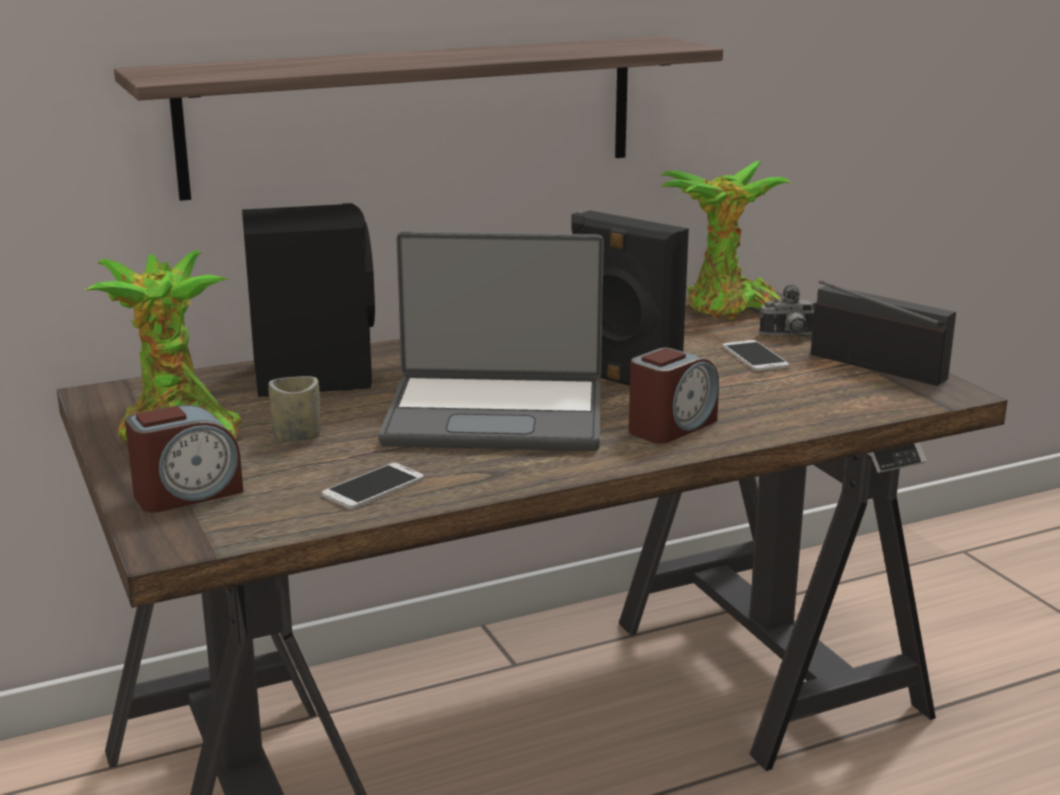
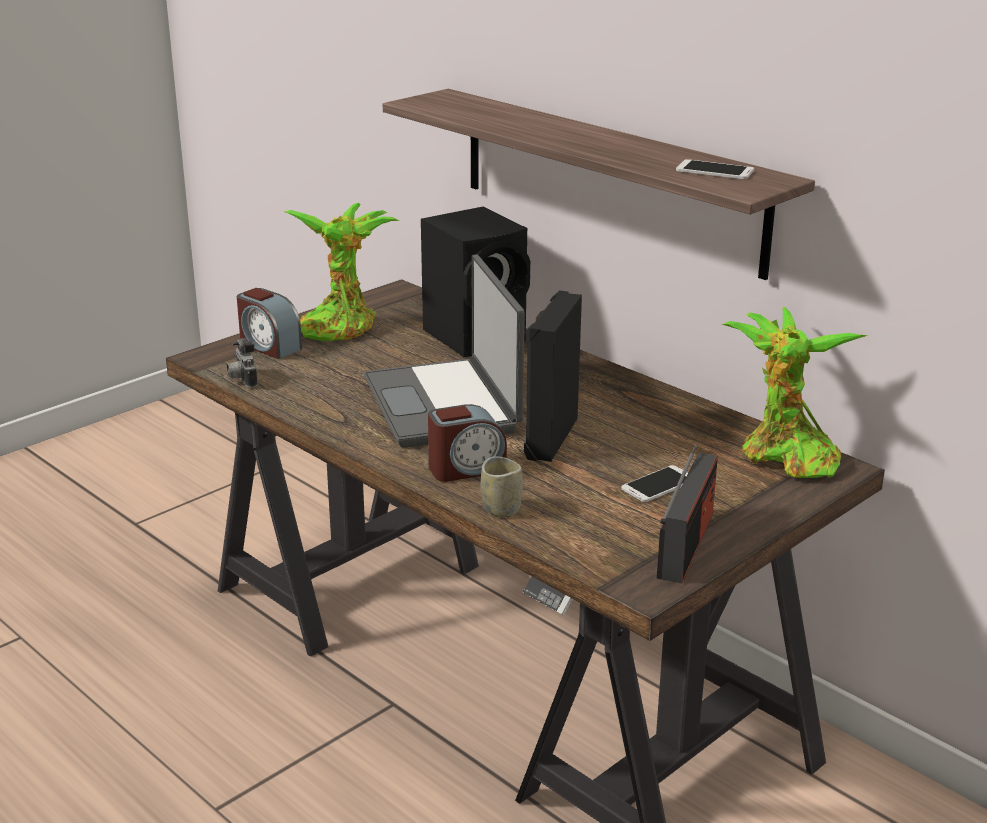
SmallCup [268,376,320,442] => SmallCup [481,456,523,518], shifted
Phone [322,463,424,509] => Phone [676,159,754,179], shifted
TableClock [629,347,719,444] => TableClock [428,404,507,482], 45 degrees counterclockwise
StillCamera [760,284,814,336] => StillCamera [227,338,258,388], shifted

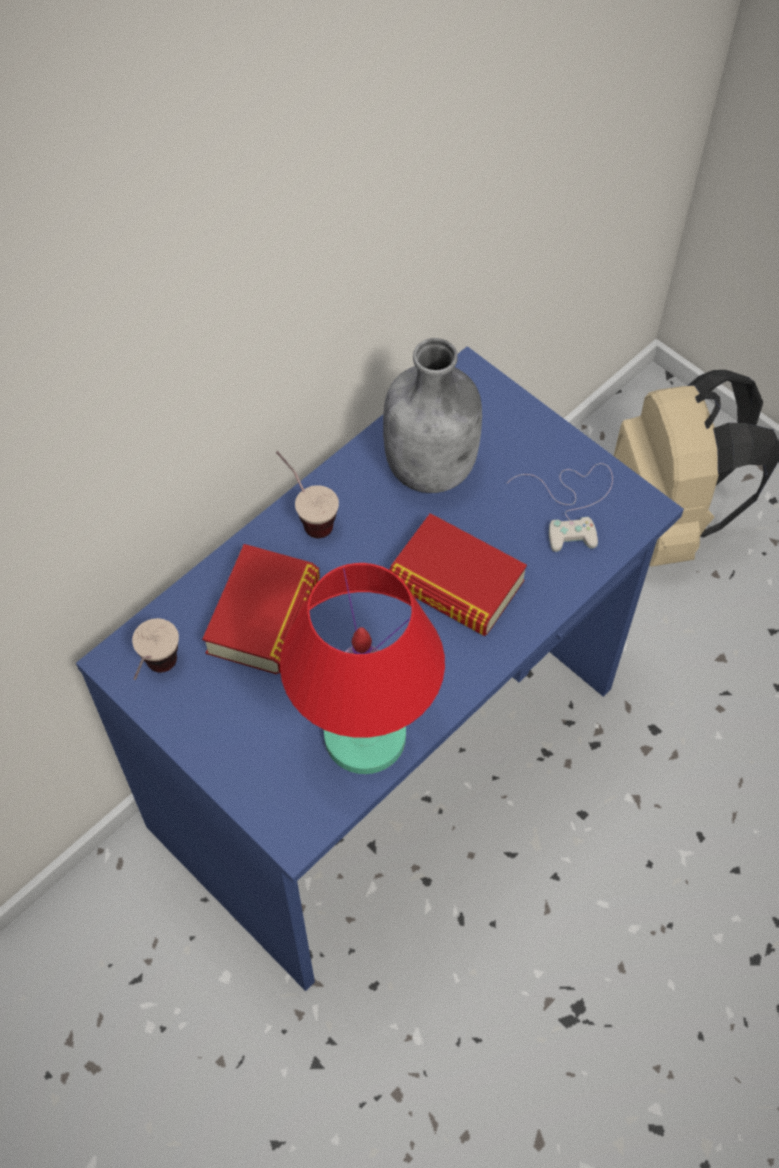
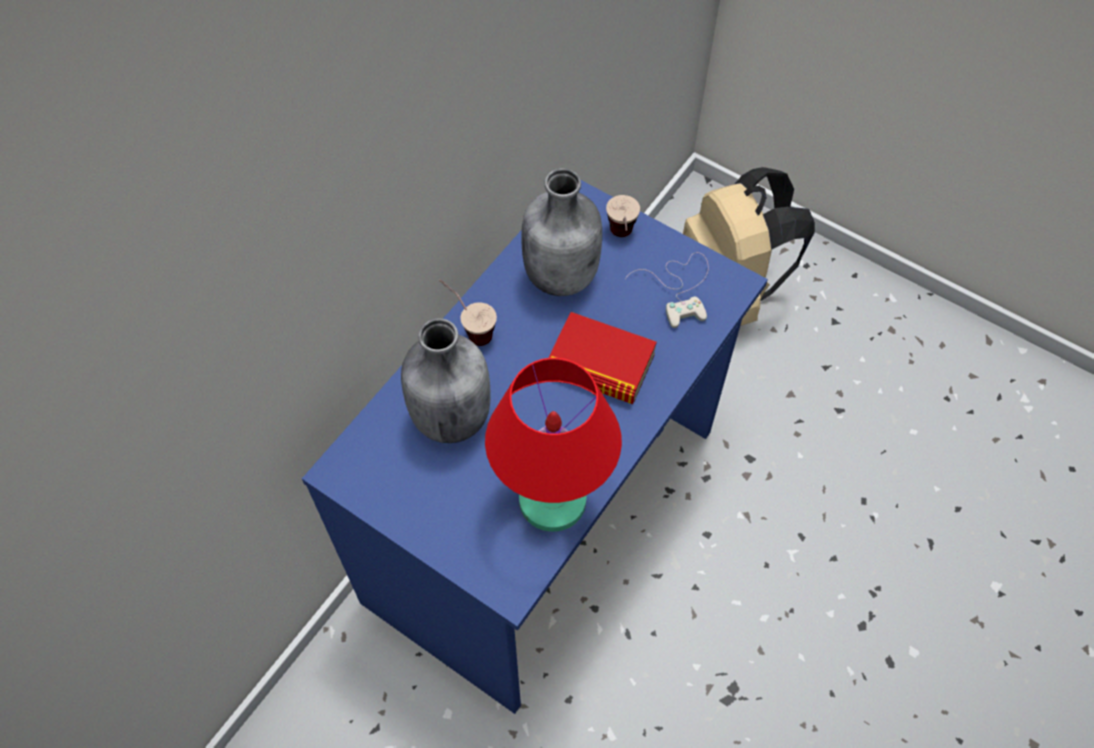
SmallCup [132,618,179,680] => SmallCup [606,195,640,237], shifted
Volume [202,544,320,674] => GreyishBeverageBottle [401,318,491,443]

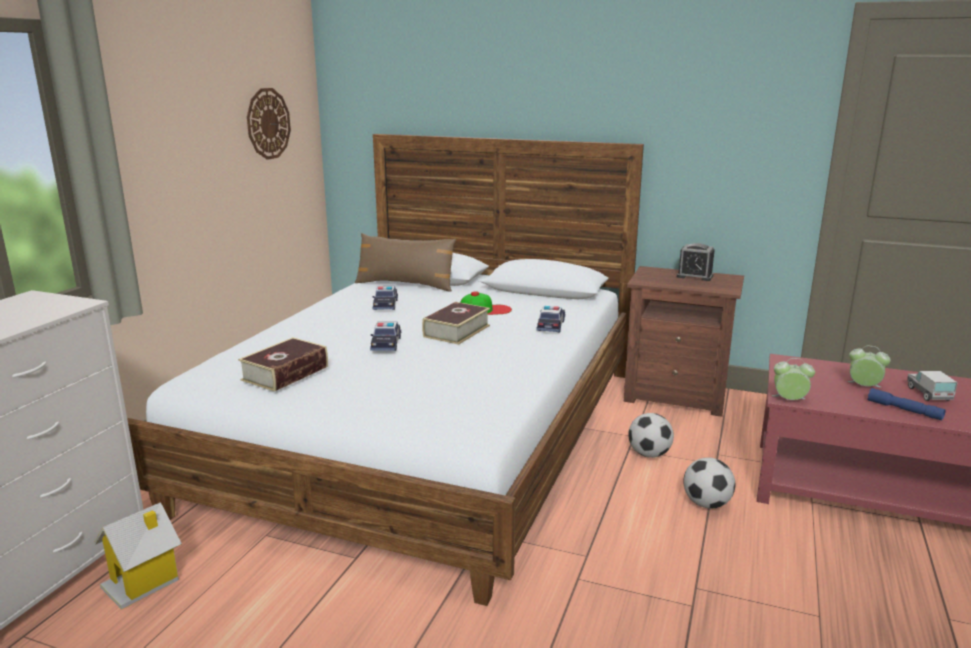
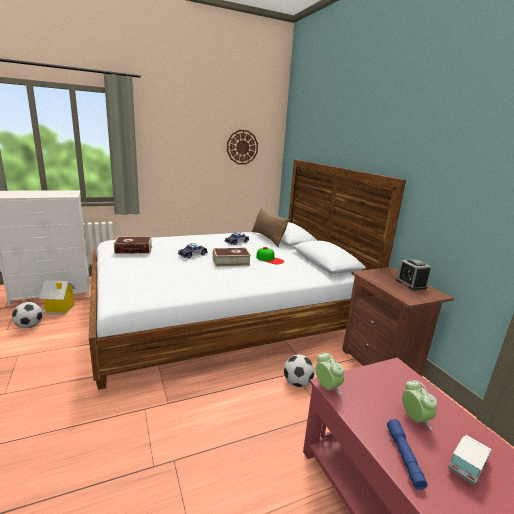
ModelCar [536,306,565,332] => nothing
FootballBall [683,458,735,508] => FootballBall [12,302,43,328], shifted

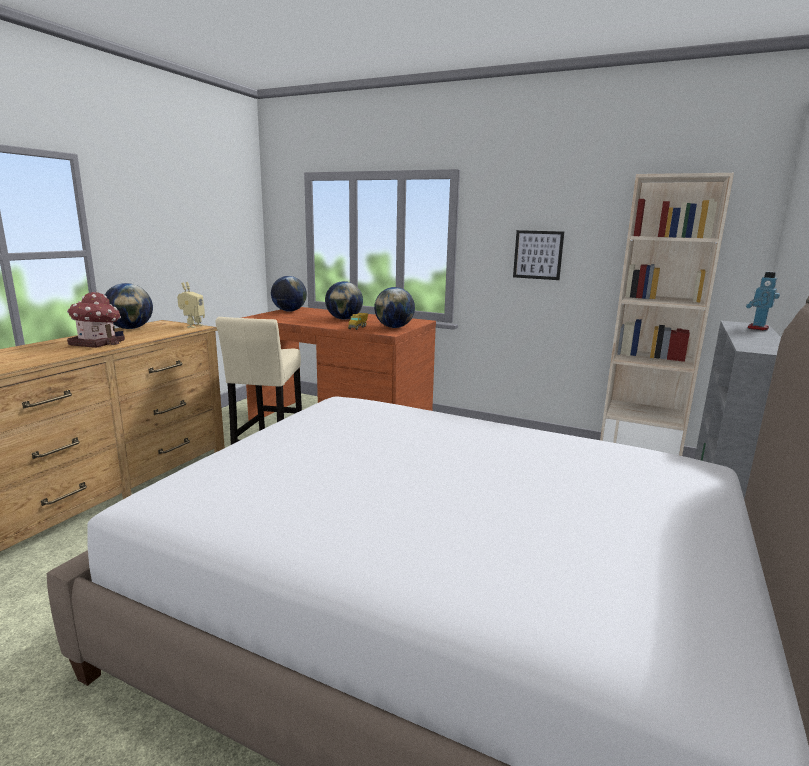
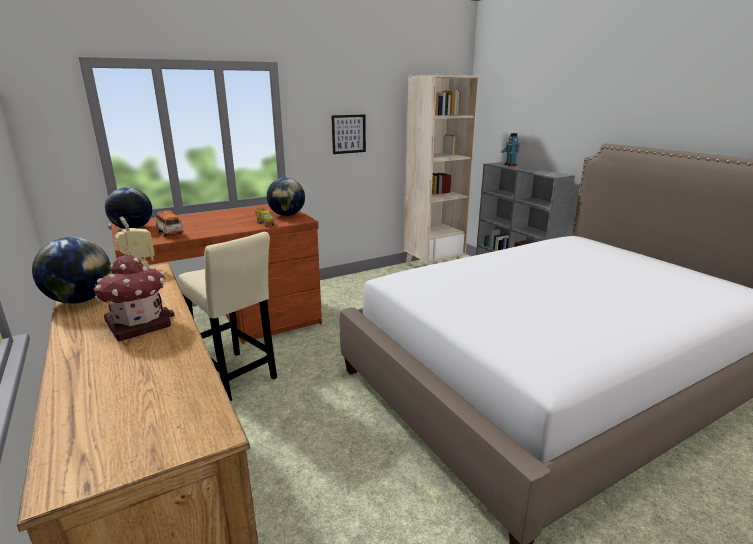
Globe [325,281,363,320] => nothing
nothing => ModelCar [156,210,184,237]

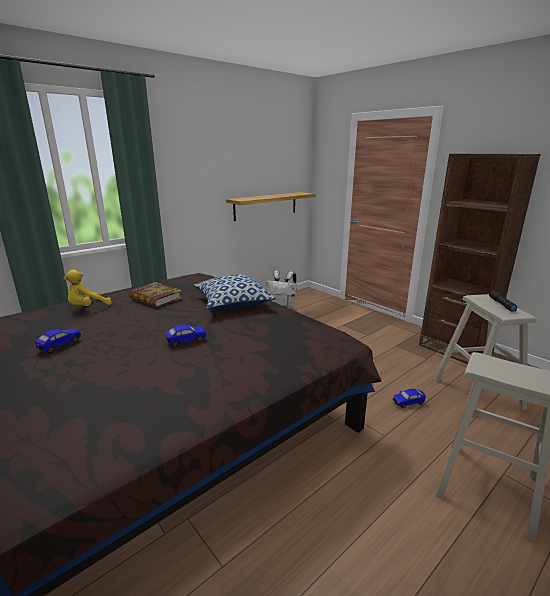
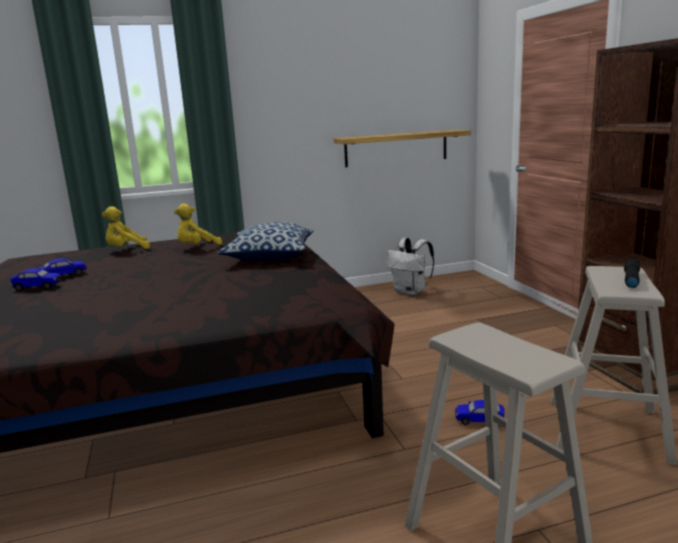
Volume [129,282,182,308] => YellowishPlushToy [174,203,222,245]
ModelCar [165,324,206,347] => ModelCar [11,269,62,291], shifted

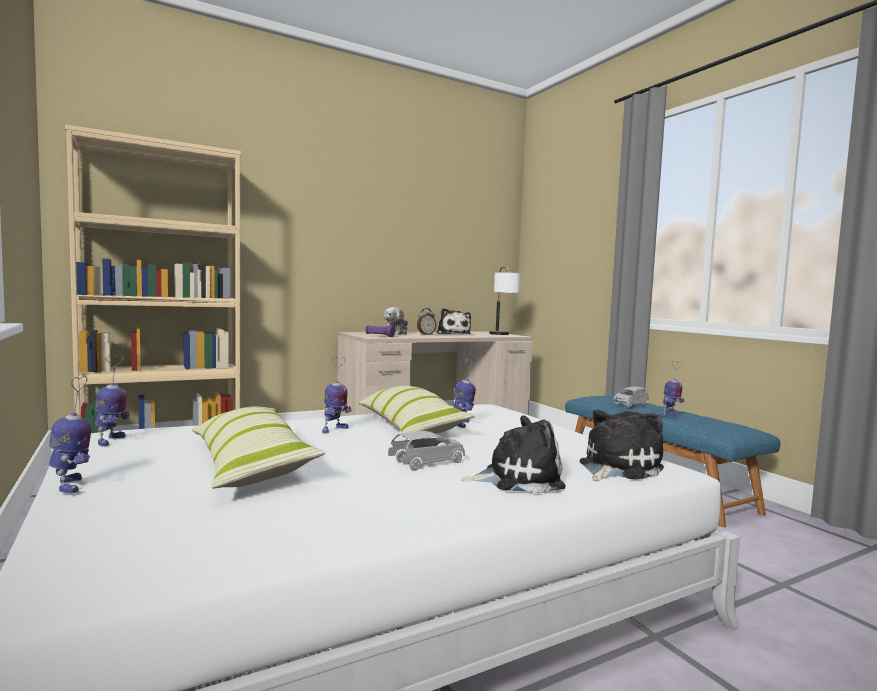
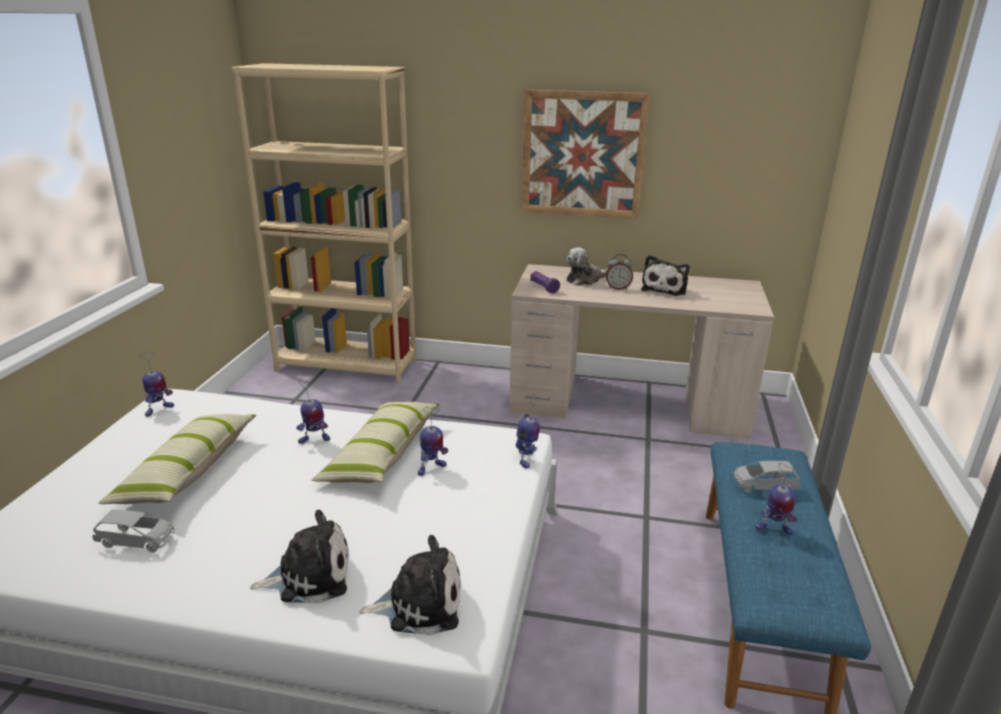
RobotFigure [49,376,91,494] => RobotFigure [516,396,540,468], shifted
GreyishModelCar [388,431,465,470] => GreyishModelCar [92,509,175,552], shifted
PlushToy [460,415,566,493] => PlushToy [250,510,349,603], 45 degrees counterclockwise
LampForATable [489,266,521,335] => nothing
nothing => WallPicture [521,89,650,219]

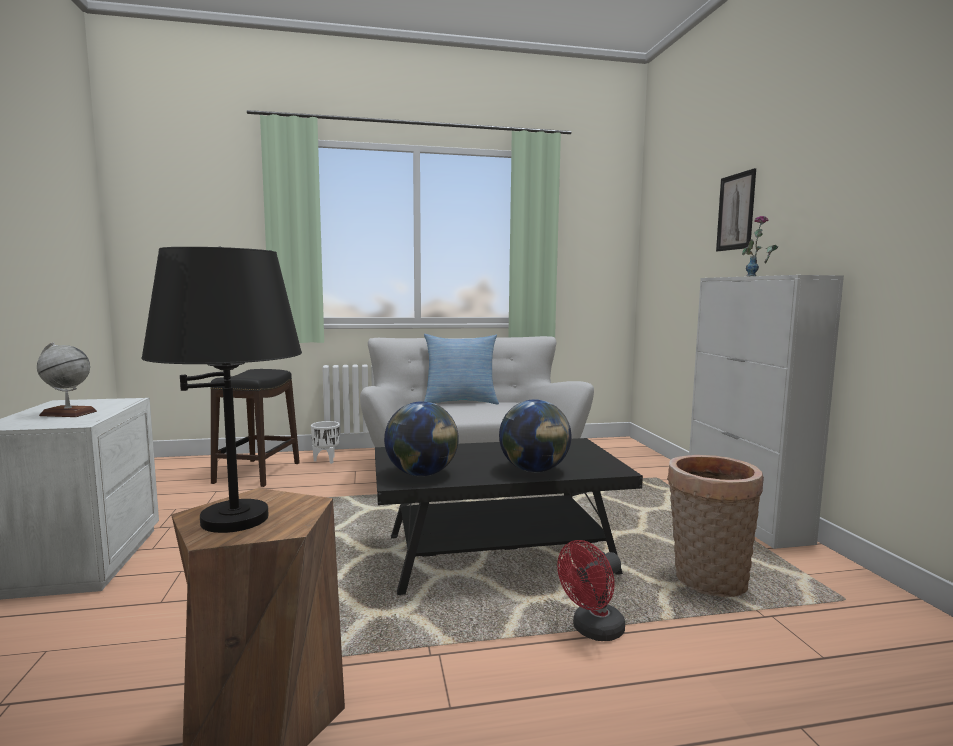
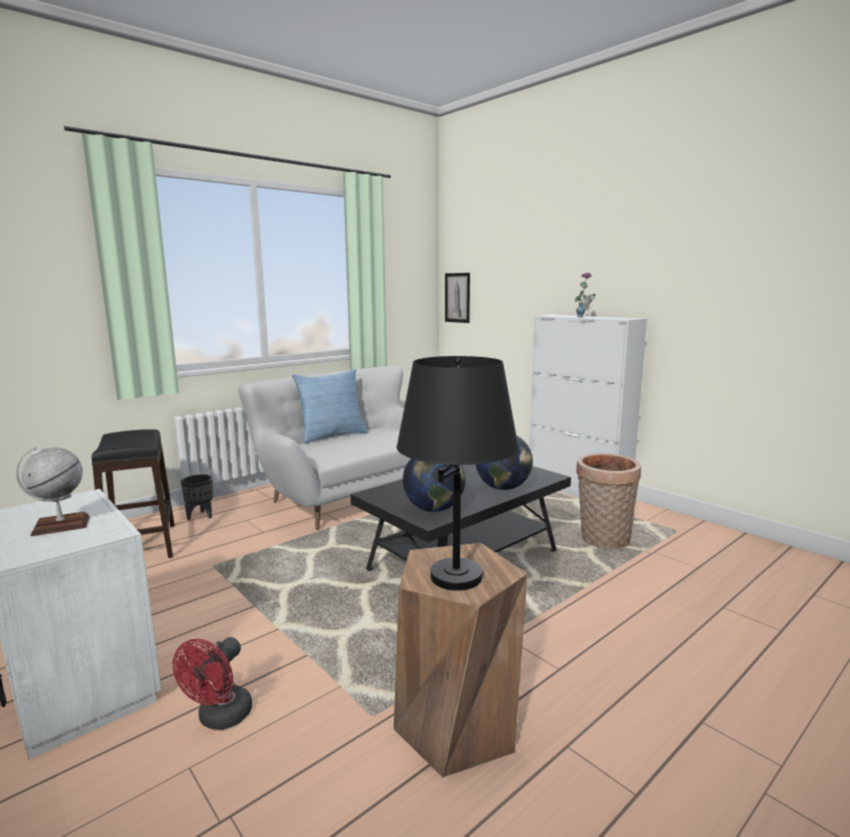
WhiteColouredFlowerPot [311,421,340,464] => BlackColouredFlowerPot [181,474,213,520]
RedElectricFan [557,540,625,641] => RedElectricFan [173,637,252,730], shifted
WallPicture [716,168,756,251] => WallPicture [445,273,470,323], shifted

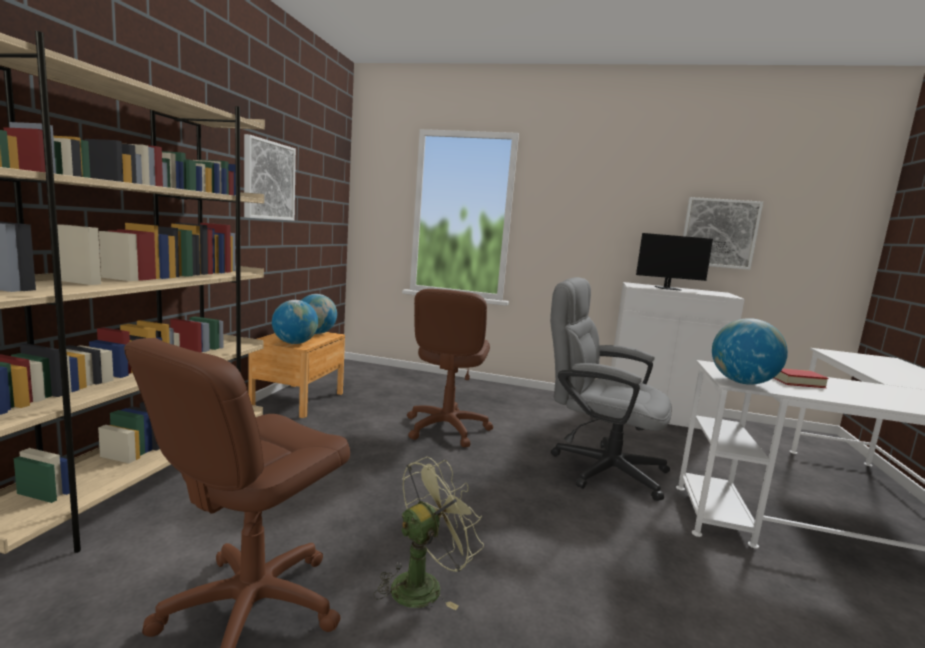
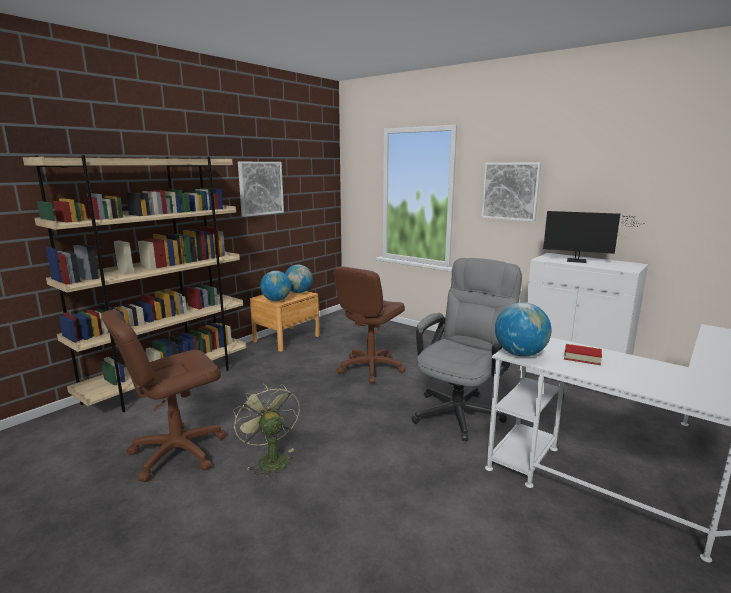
GreenishElectricFan [373,457,484,610] => GreenishElectricFan [233,384,300,479], 105 degrees counterclockwise
GreyishDeskChair [550,277,672,501] => GreyishDeskChair [412,258,522,441], 75 degrees clockwise
WallPicture [683,197,763,270] => WallPicture [481,163,542,222], shifted

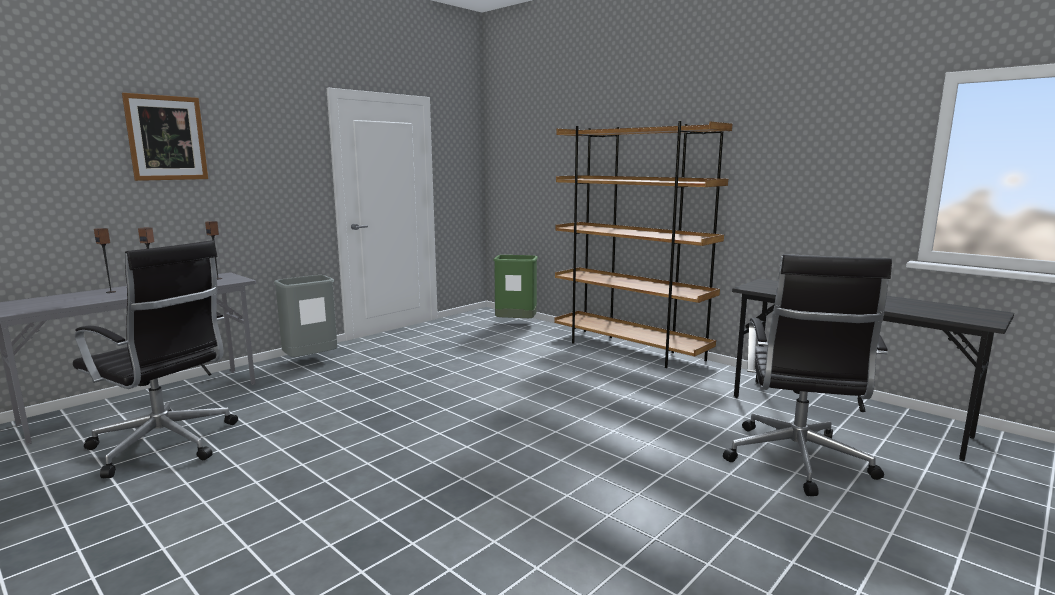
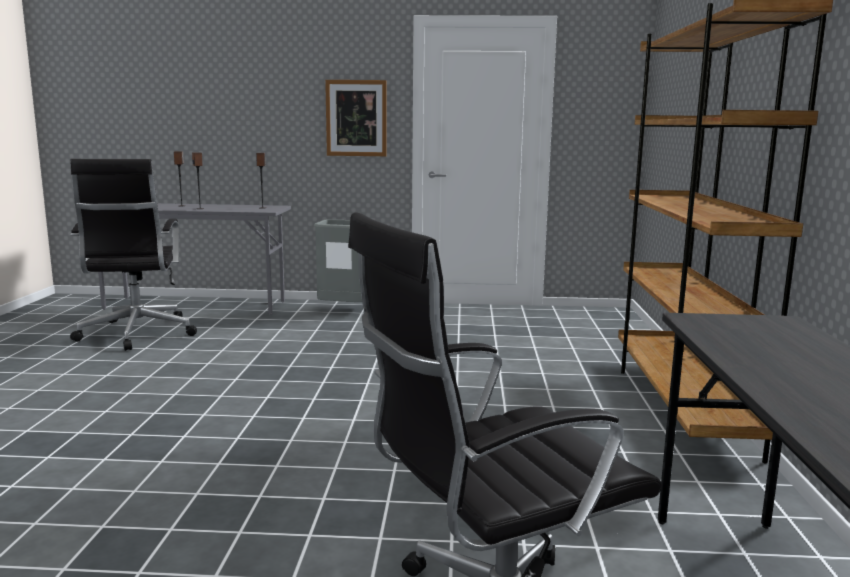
WallPicture [122,93,208,181] => WallPicture [325,80,386,156], shifted
GreenishTrashCan [493,255,538,318] => nothing

